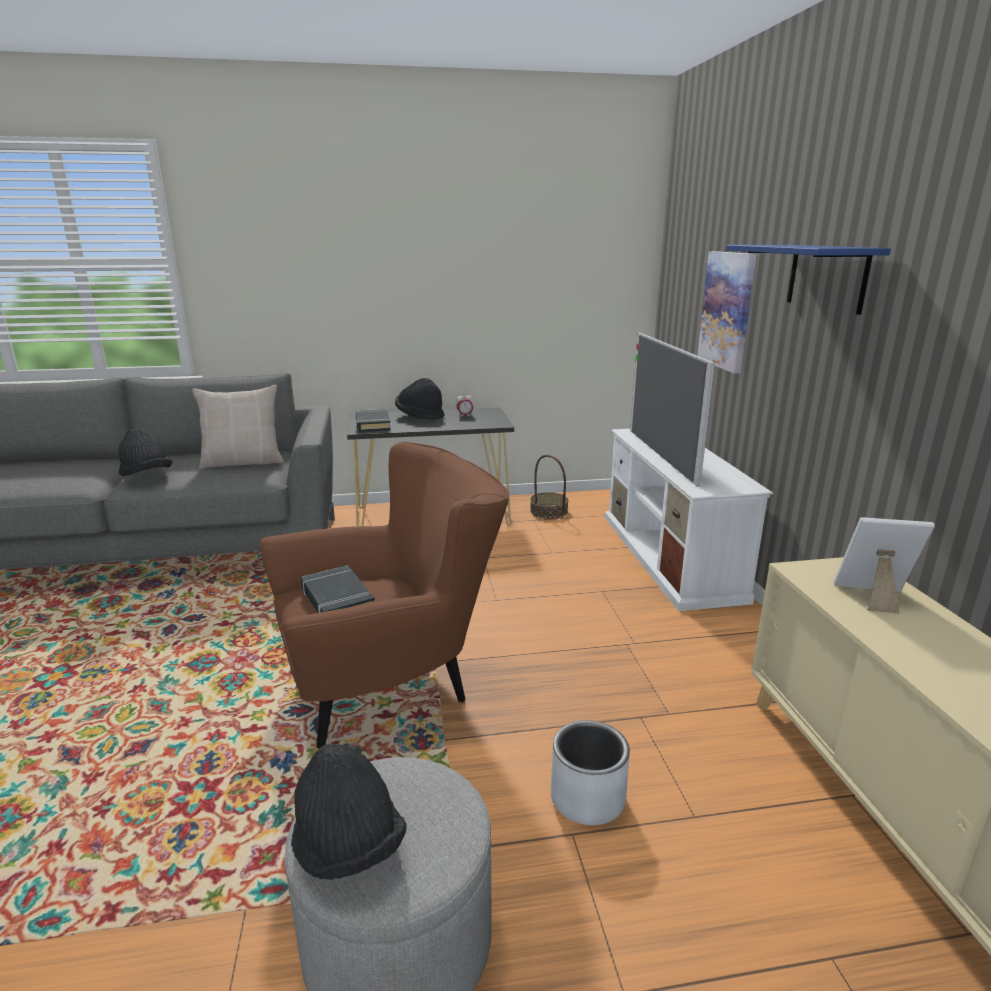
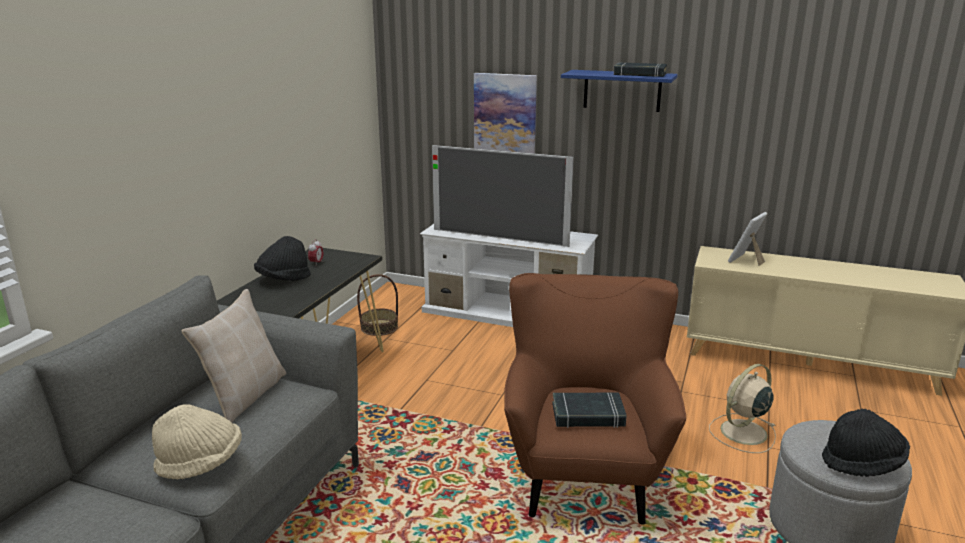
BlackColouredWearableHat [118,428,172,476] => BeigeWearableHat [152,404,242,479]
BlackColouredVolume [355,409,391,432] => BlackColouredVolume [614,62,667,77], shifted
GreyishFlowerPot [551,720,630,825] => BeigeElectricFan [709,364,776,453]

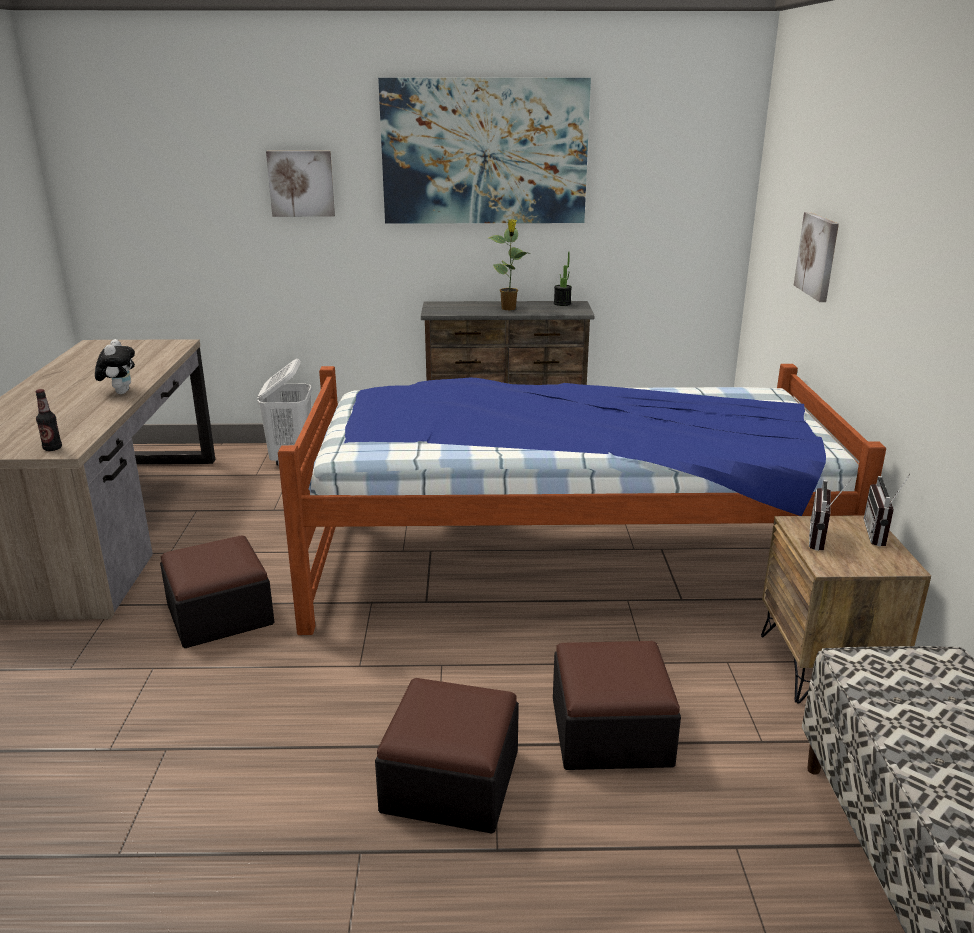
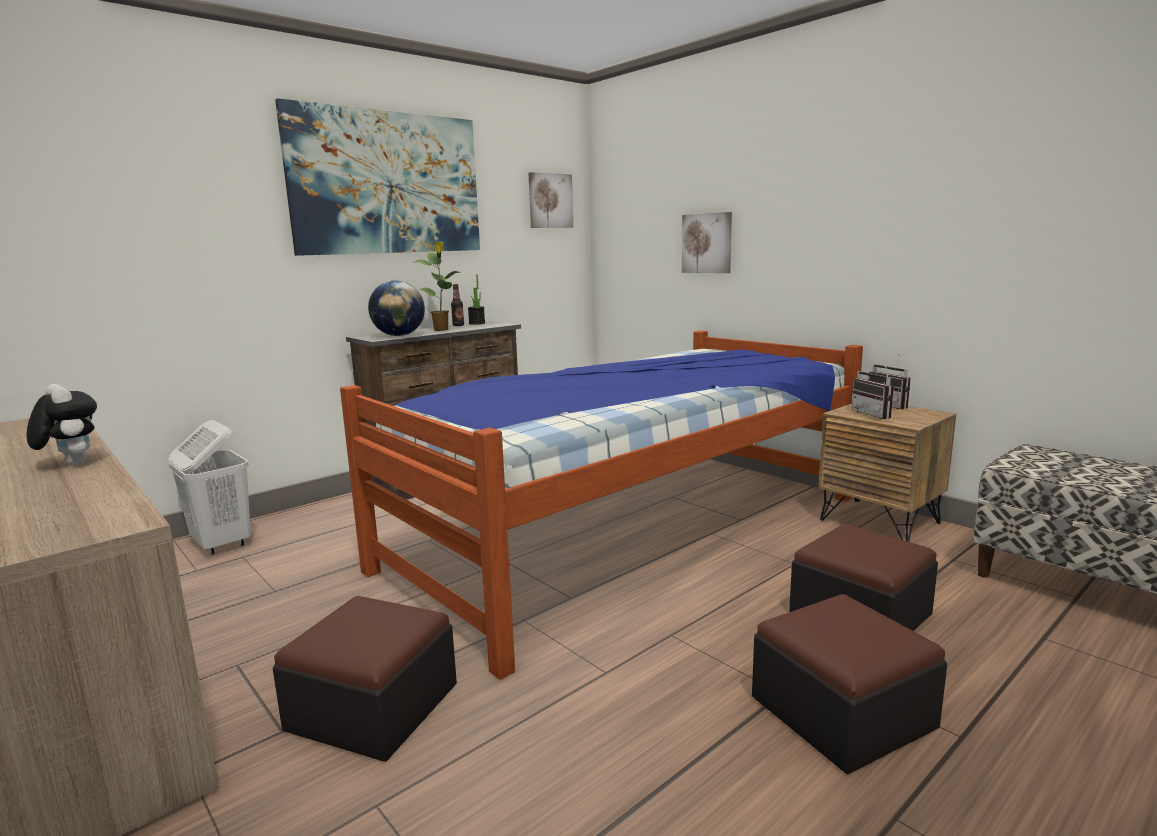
BeverageBottle [36,389,62,451] => BeverageBottle [451,284,464,326], shifted
WallPicture [266,151,335,217] => WallPicture [528,172,573,228], shifted
nothing => Globe [368,280,425,336]

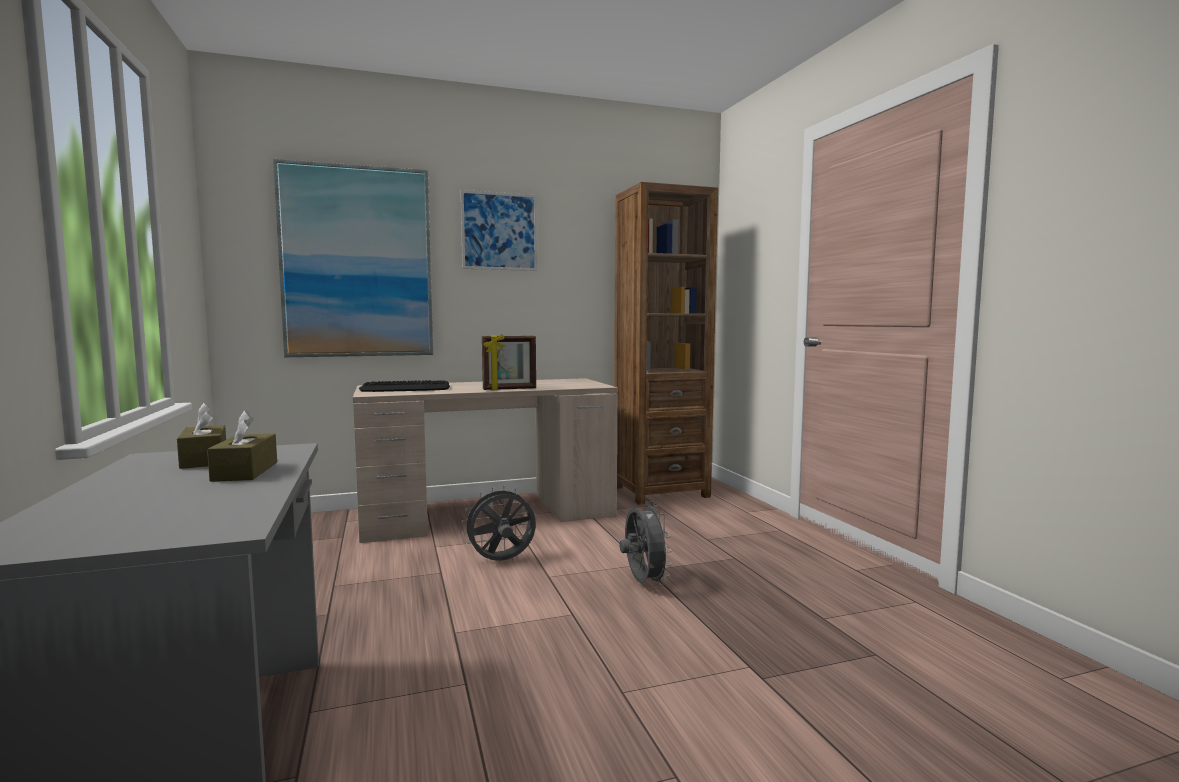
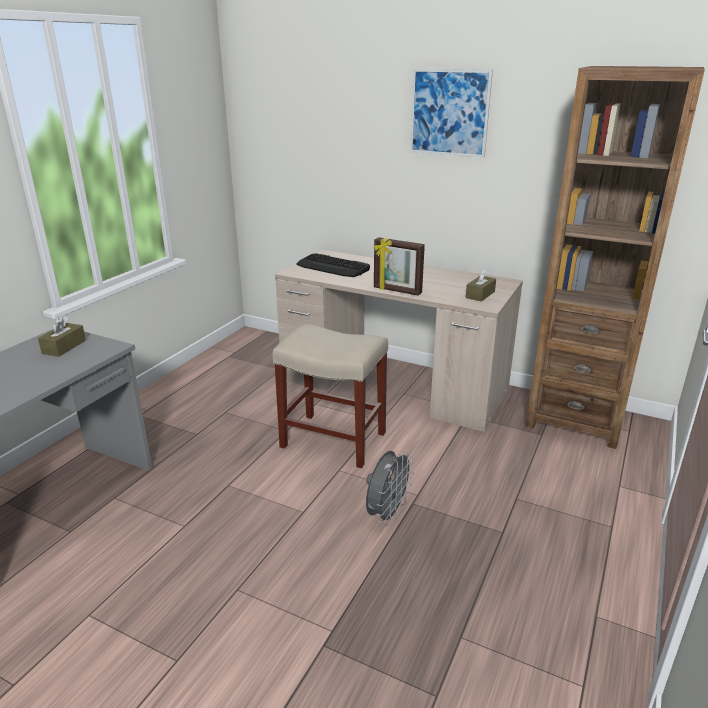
BrownishTissueBox [207,410,277,482] => BrownishTissueBox [466,268,496,302], shifted
WallPicture [273,159,433,357] => nothing
GreyishElectricFan [461,485,536,561] => BeigeSittingStool [272,323,388,468]

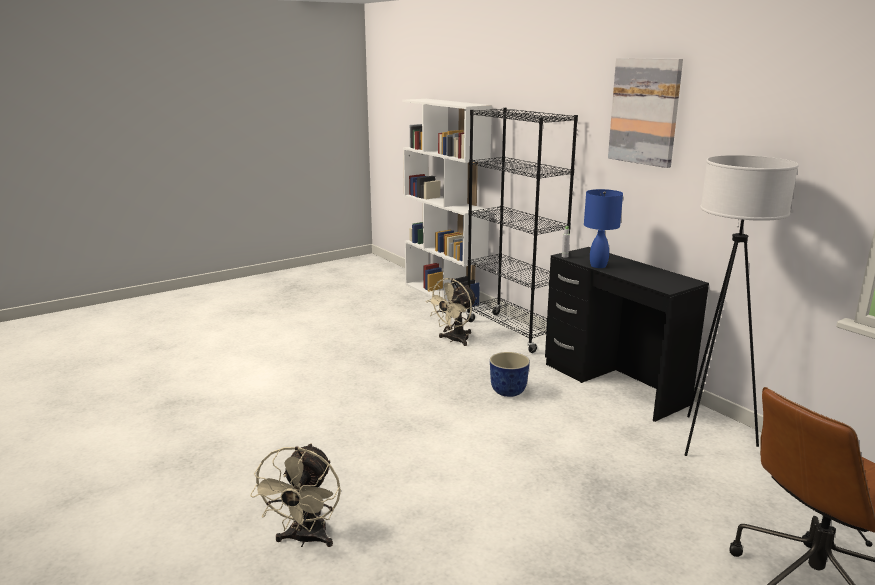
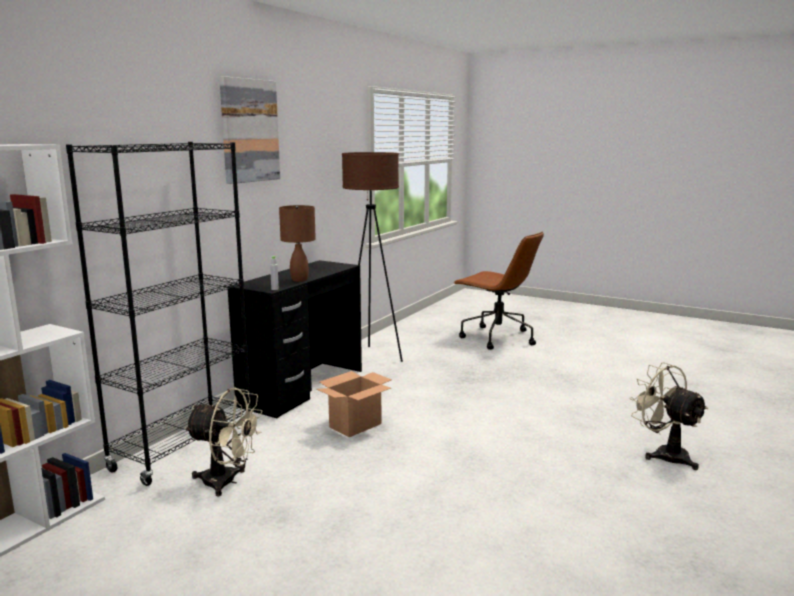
BeigeElectricFan [250,443,341,547] => BeigeElectricFan [630,362,708,470], 105 degrees counterclockwise
FlowerPot [490,352,530,397] => PackingBox [316,371,392,437]
BluishLampForATable [584,189,623,268] => BrownishLampForATable [279,205,316,282]
WhiteColouredFloorLamp [685,155,798,456] => BrownishFloorLamp [342,152,403,362]

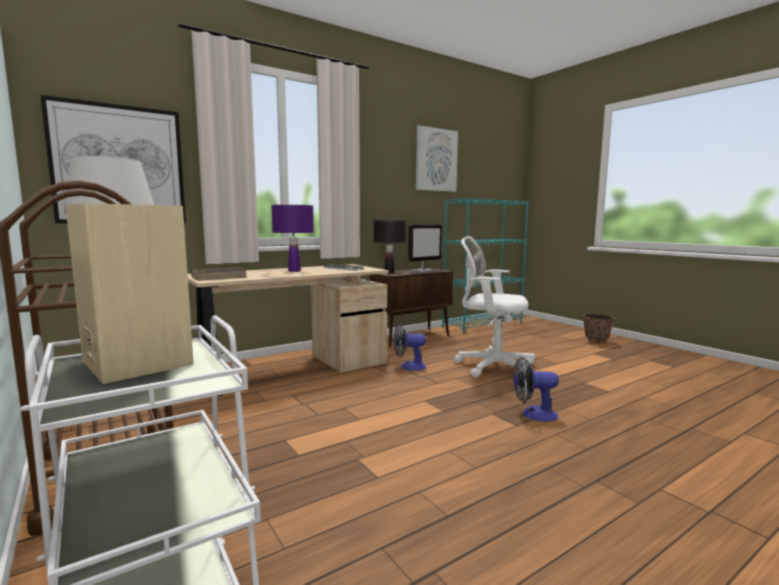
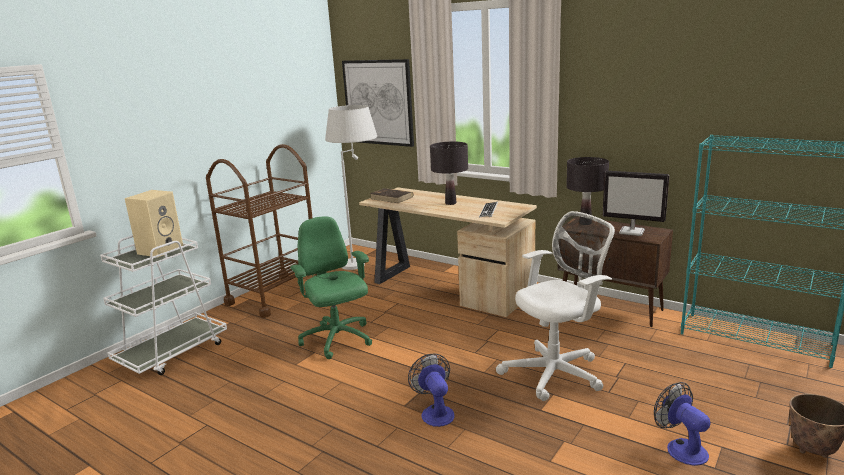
PurpleColouredLampForATable [271,205,314,272] => BlackColouredLampForATable [430,142,468,205]
ElectricFan [394,324,426,371] => ElectricFan [654,382,711,466], shifted
WallPicture [416,125,458,192] => nothing
WhiteColouredDeskChair [454,236,535,378] => WhiteColouredDeskChair [496,211,615,401], 60 degrees clockwise
nothing => GreenishDeskChair [290,216,372,359]

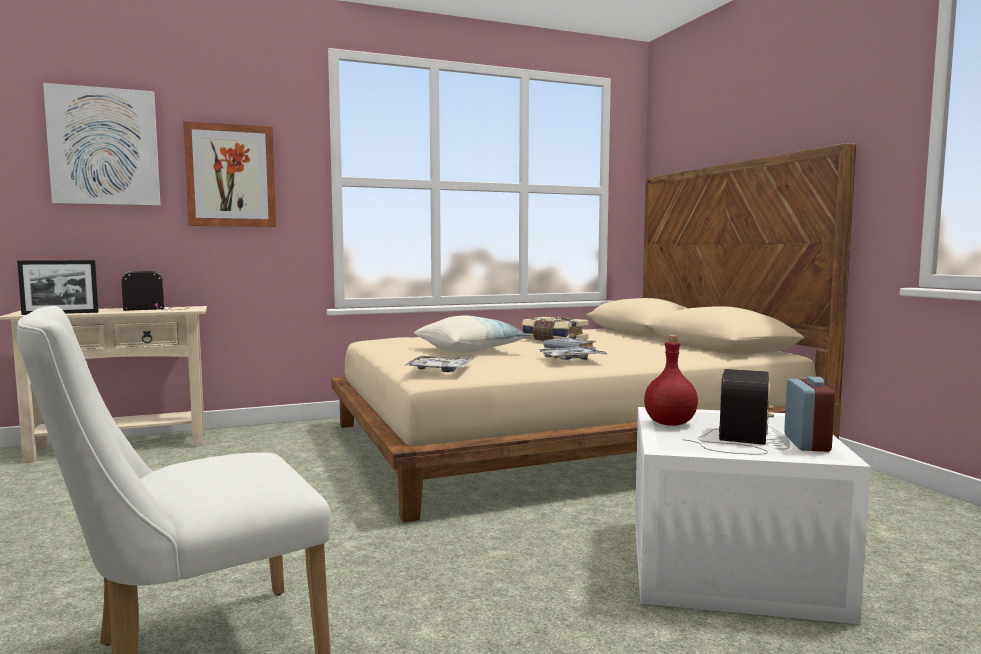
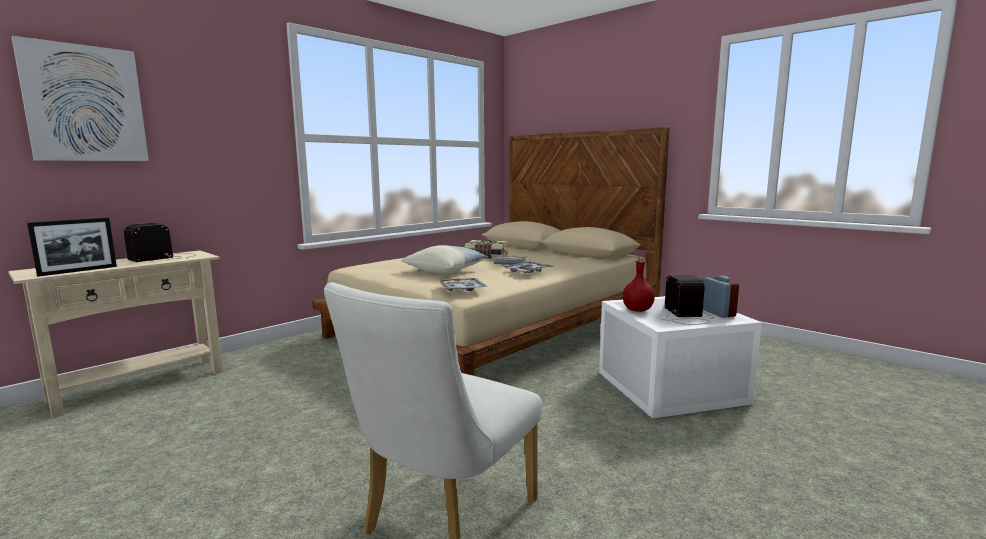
WallPicture [183,121,276,227] => nothing

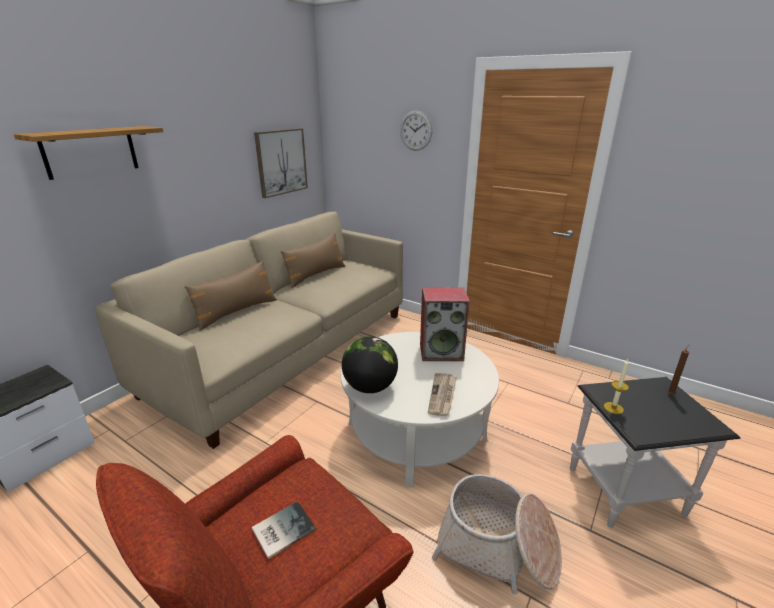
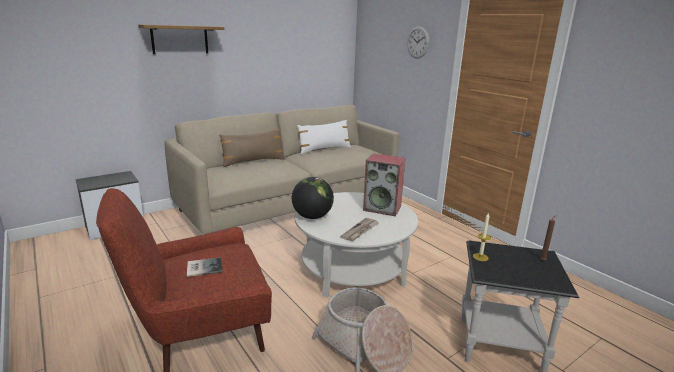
WallPicture [254,128,308,198] => nothing
BrownishPillow [280,233,345,288] => WhiteColouredPillow [297,120,351,154]

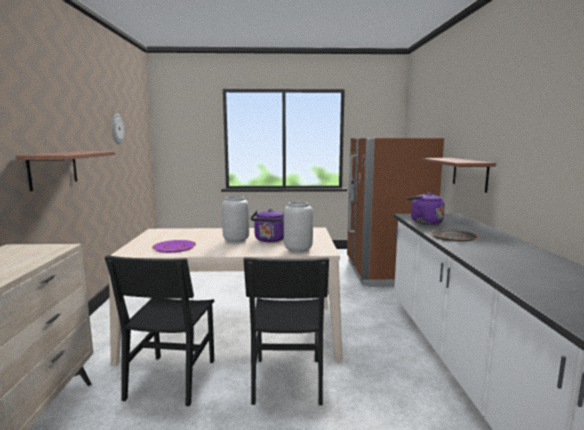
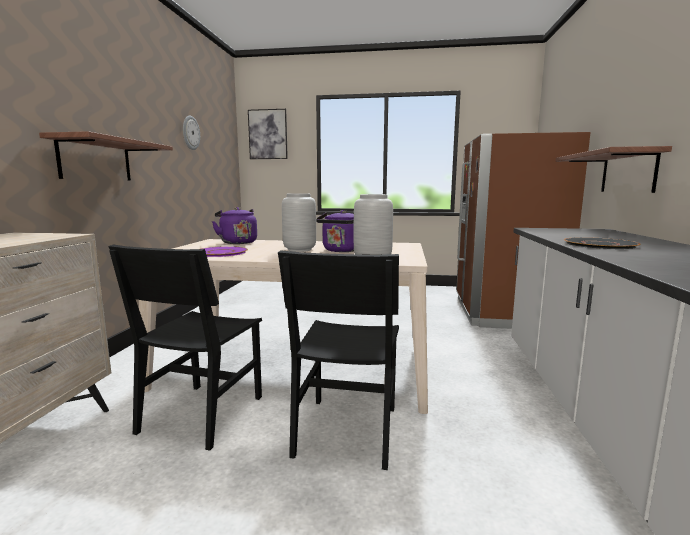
PurpleColouredKettle [406,193,445,225] => PurpleColouredKettle [212,207,257,244], shifted
nothing => WallPicture [248,109,288,159]

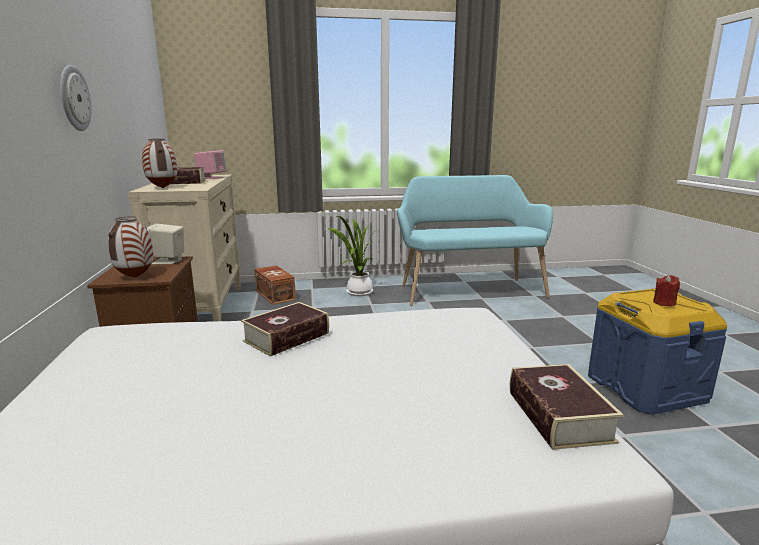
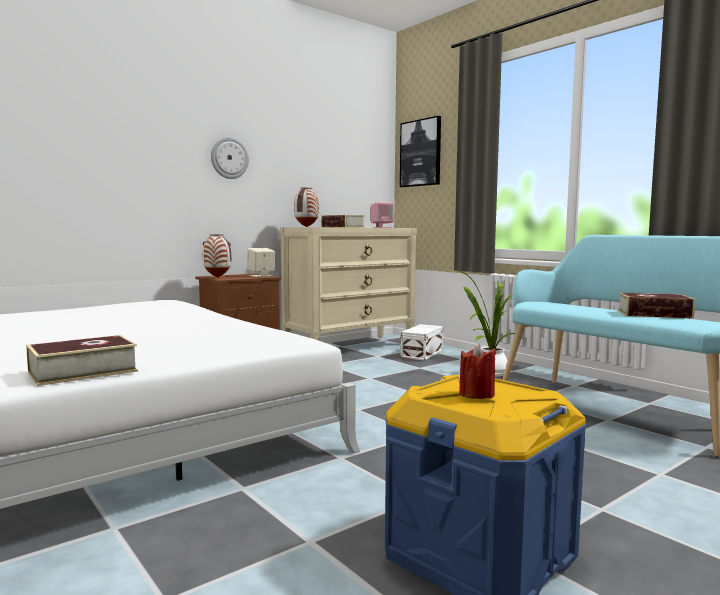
Volume [241,302,329,357] => Volume [618,292,695,319], shifted
BrownishStorageBin [254,265,296,305] => WhiteColouredStorageBin [401,324,443,361]
nothing => WallPicture [400,116,441,187]

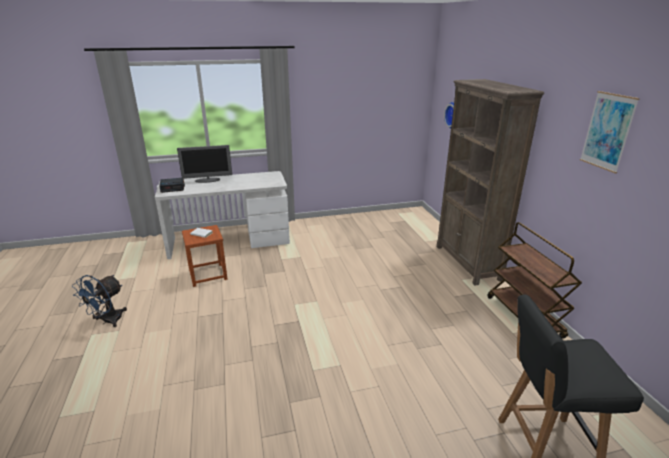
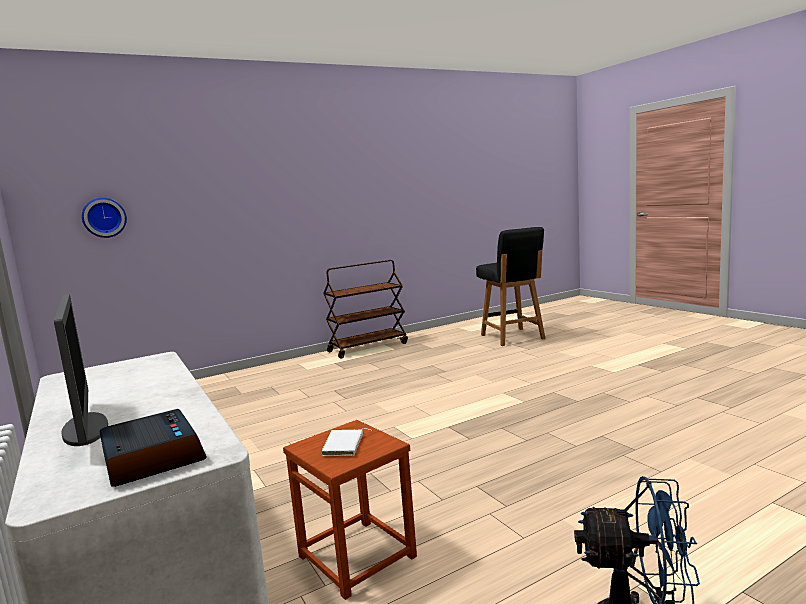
BrownishShelvingUnit [437,79,544,286] => nothing
WallPicture [580,91,640,174] => nothing

